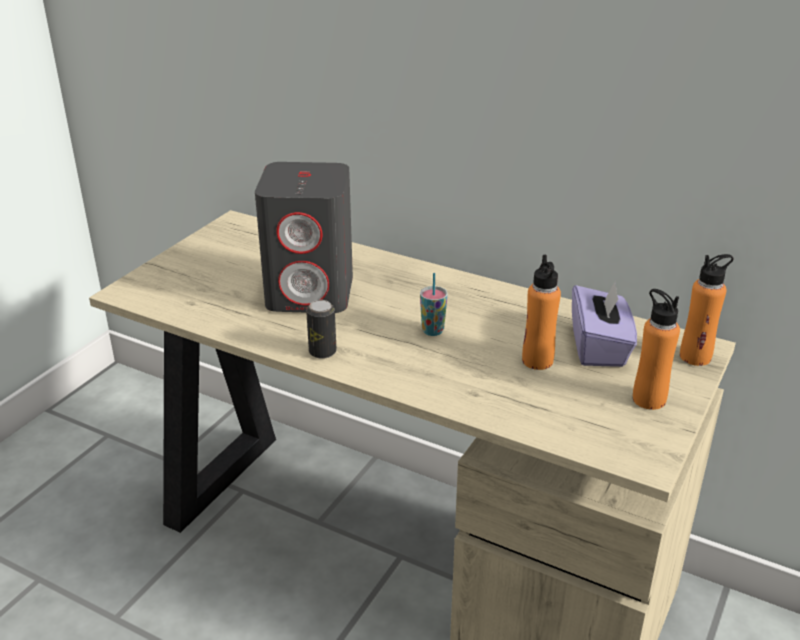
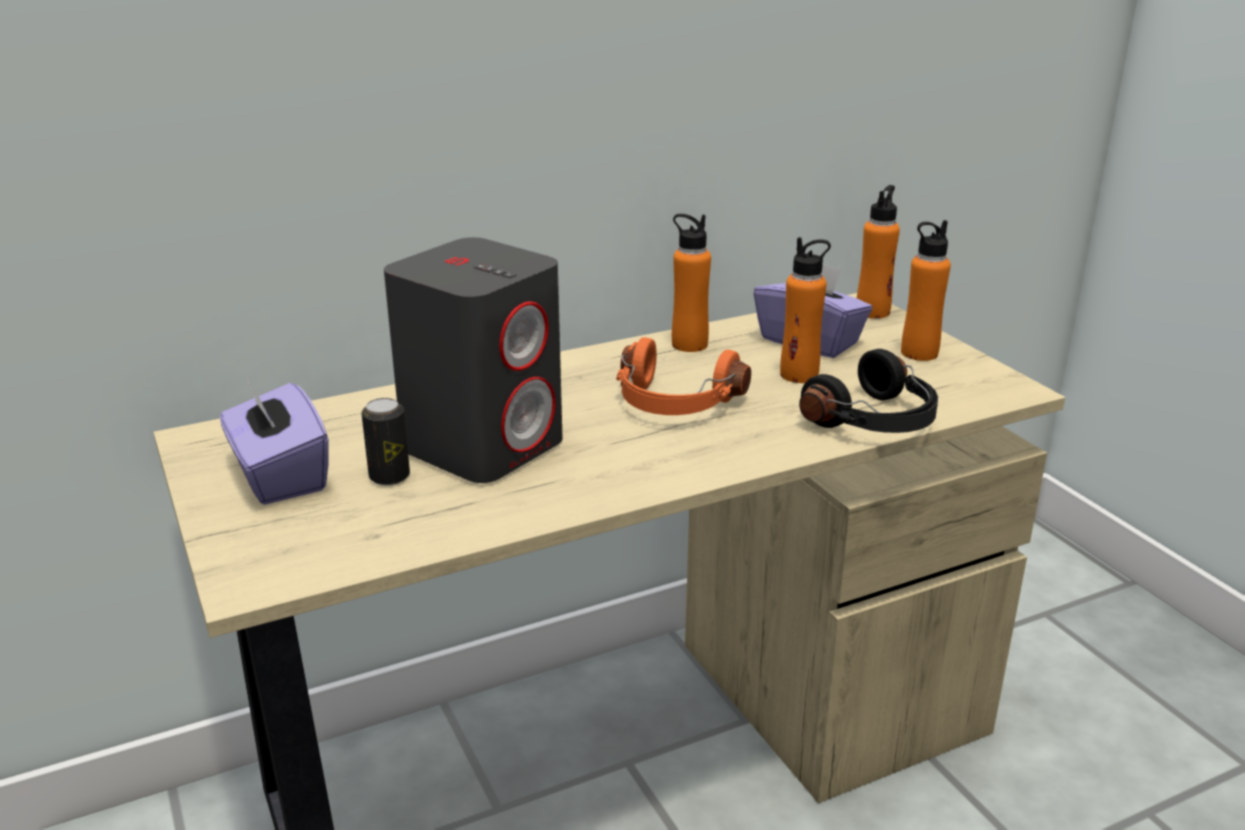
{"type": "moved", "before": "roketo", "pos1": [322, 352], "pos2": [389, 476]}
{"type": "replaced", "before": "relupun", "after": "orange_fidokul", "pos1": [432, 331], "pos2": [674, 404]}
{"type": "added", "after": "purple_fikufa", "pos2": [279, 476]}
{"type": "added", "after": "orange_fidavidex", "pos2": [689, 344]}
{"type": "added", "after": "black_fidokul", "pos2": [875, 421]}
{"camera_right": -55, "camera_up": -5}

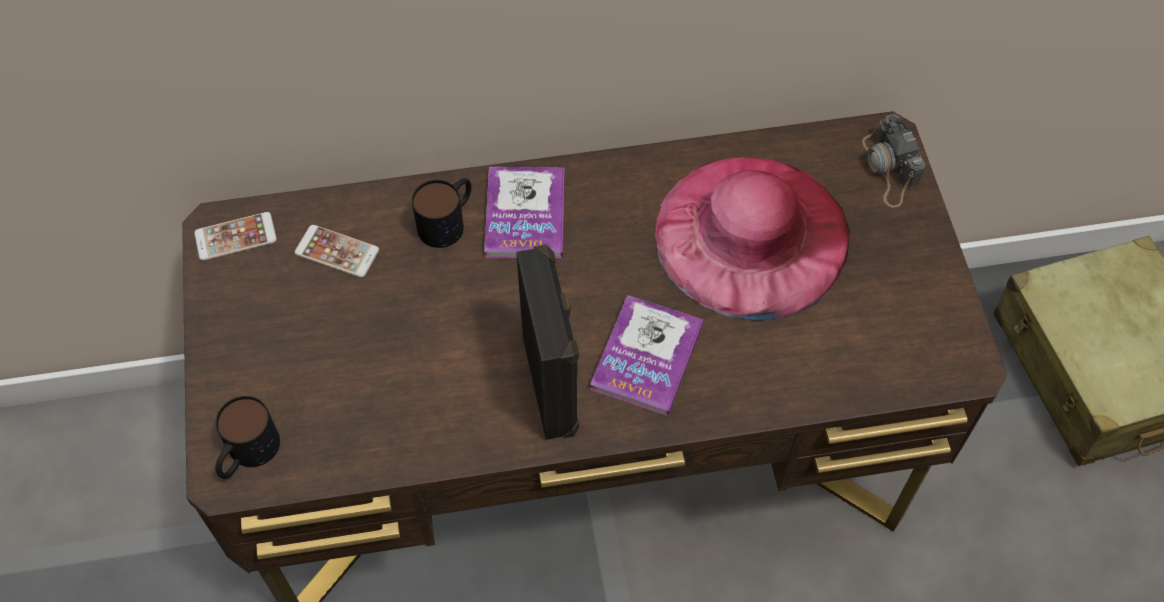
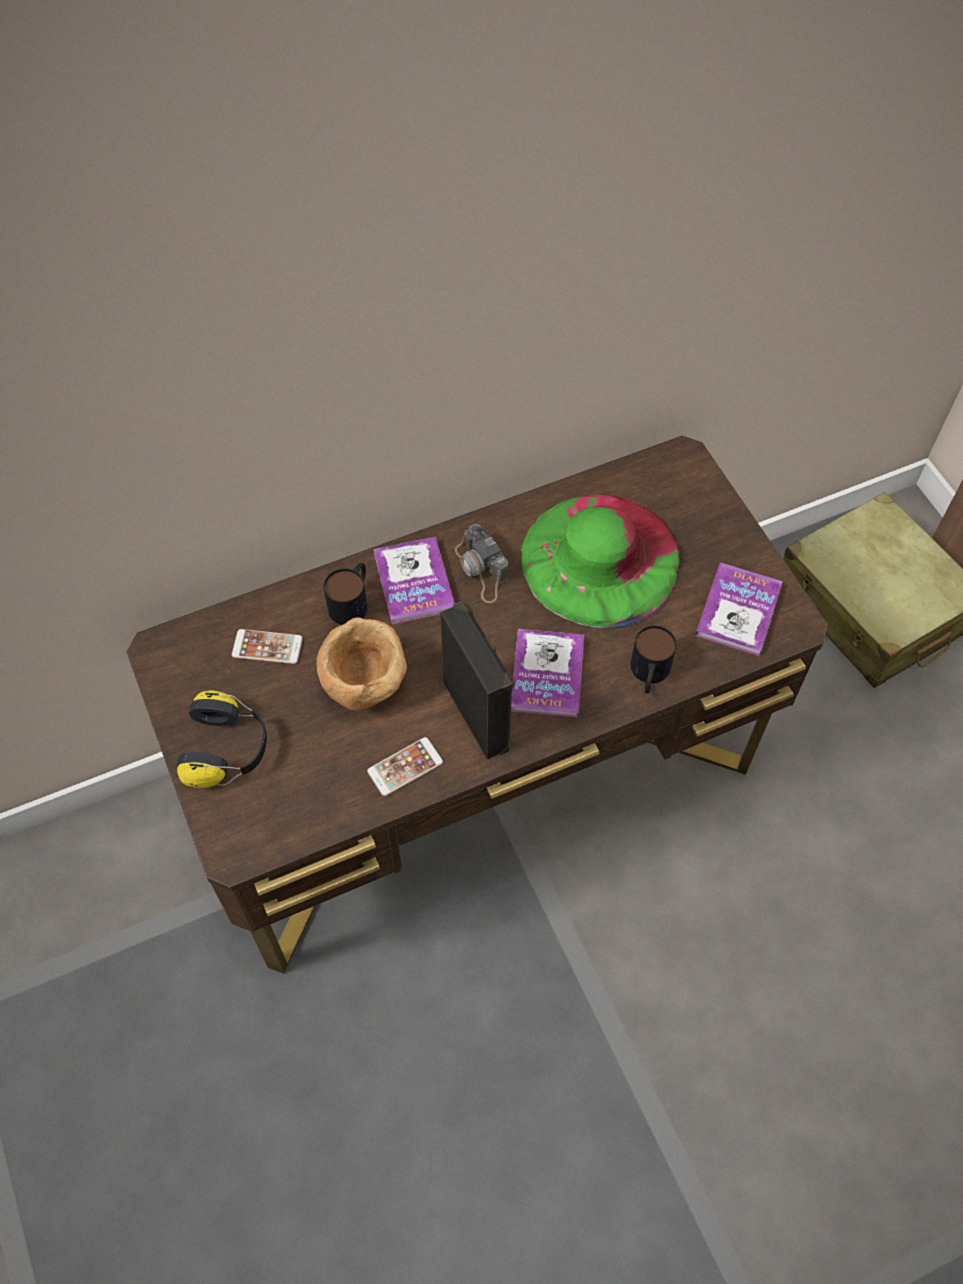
{"type": "moved", "before": "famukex", "pos1": [235, 237], "pos2": [405, 767]}
{"type": "moved", "before": "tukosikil", "pos1": [247, 454], "pos2": [649, 674]}
{"type": "recoloured", "before": "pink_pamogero", "after": "green_pamogero", "pos1": [751, 235], "pos2": [601, 559]}
{"type": "moved", "before": "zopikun", "pos1": [889, 169], "pos2": [481, 570]}
{"type": "added", "after": "fidokul", "pos2": [228, 749]}
{"type": "added", "after": "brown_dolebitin", "pos2": [366, 686]}
{"type": "added", "after": "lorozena", "pos2": [738, 610]}
{"camera_right": -15, "camera_up": 0}

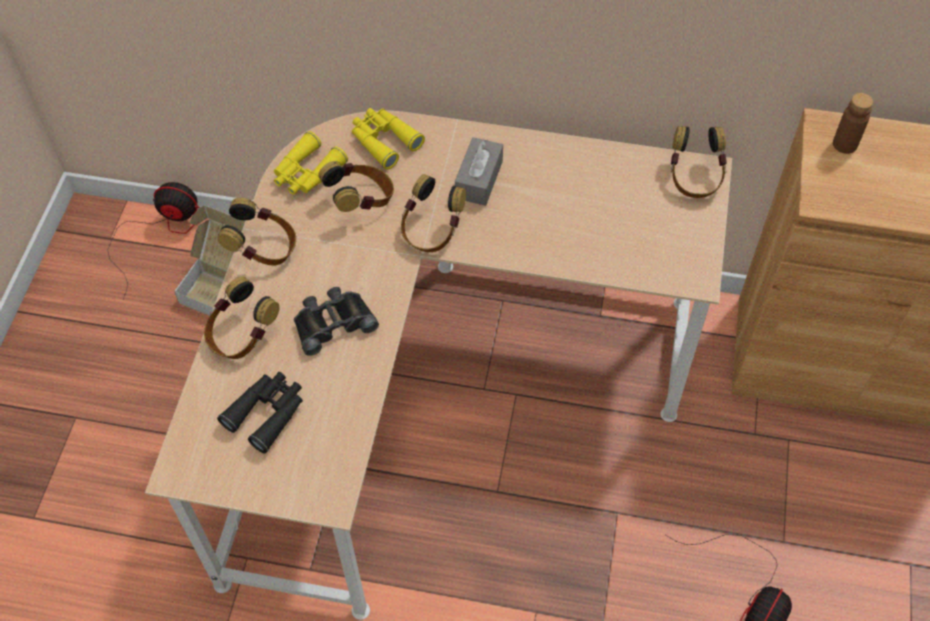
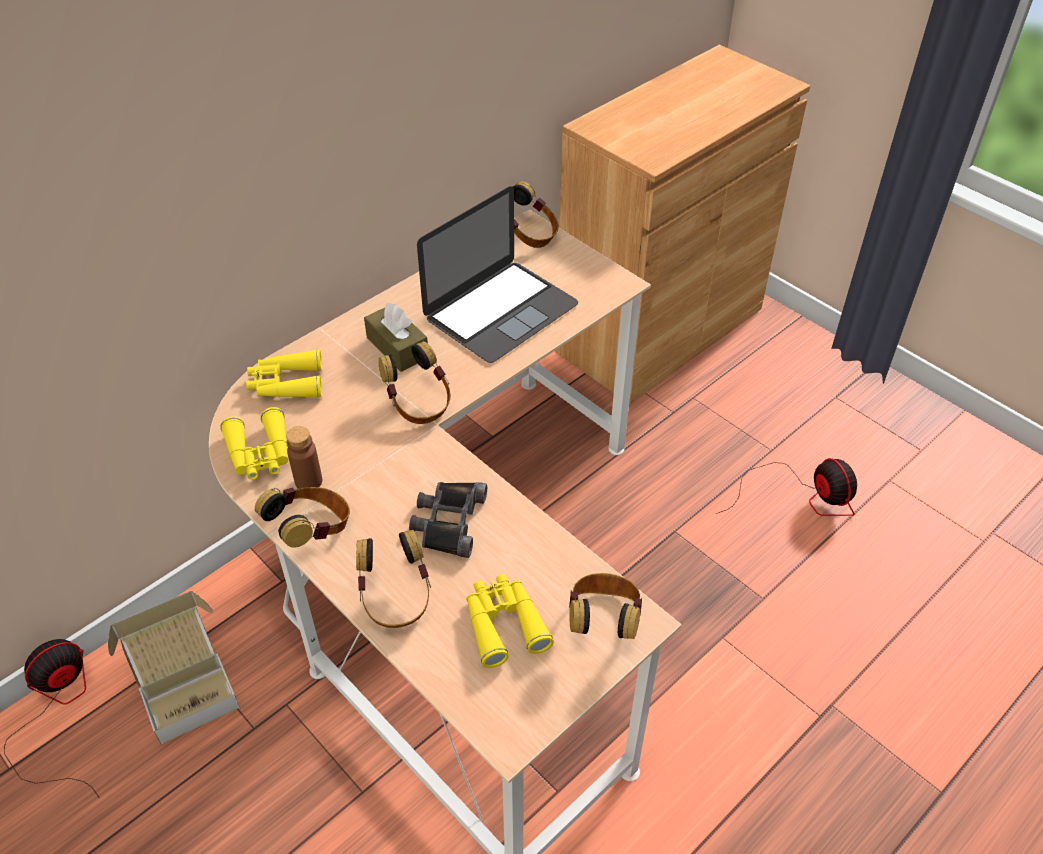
{"type": "recoloured", "before": "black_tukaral", "after": "yellow_tukaral", "pos1": [267, 413], "pos2": [504, 623]}
{"type": "moved", "before": "fidokul", "pos1": [361, 201], "pos2": [603, 621]}
{"type": "recoloured", "before": "grey_fikufa", "after": "brown_fikufa", "pos1": [479, 179], "pos2": [397, 347]}
{"type": "moved", "before": "brown_fidavidex", "pos1": [845, 144], "pos2": [308, 481]}
{"type": "added", "after": "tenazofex", "pos2": [501, 311]}
{"camera_right": -55, "camera_up": -10}

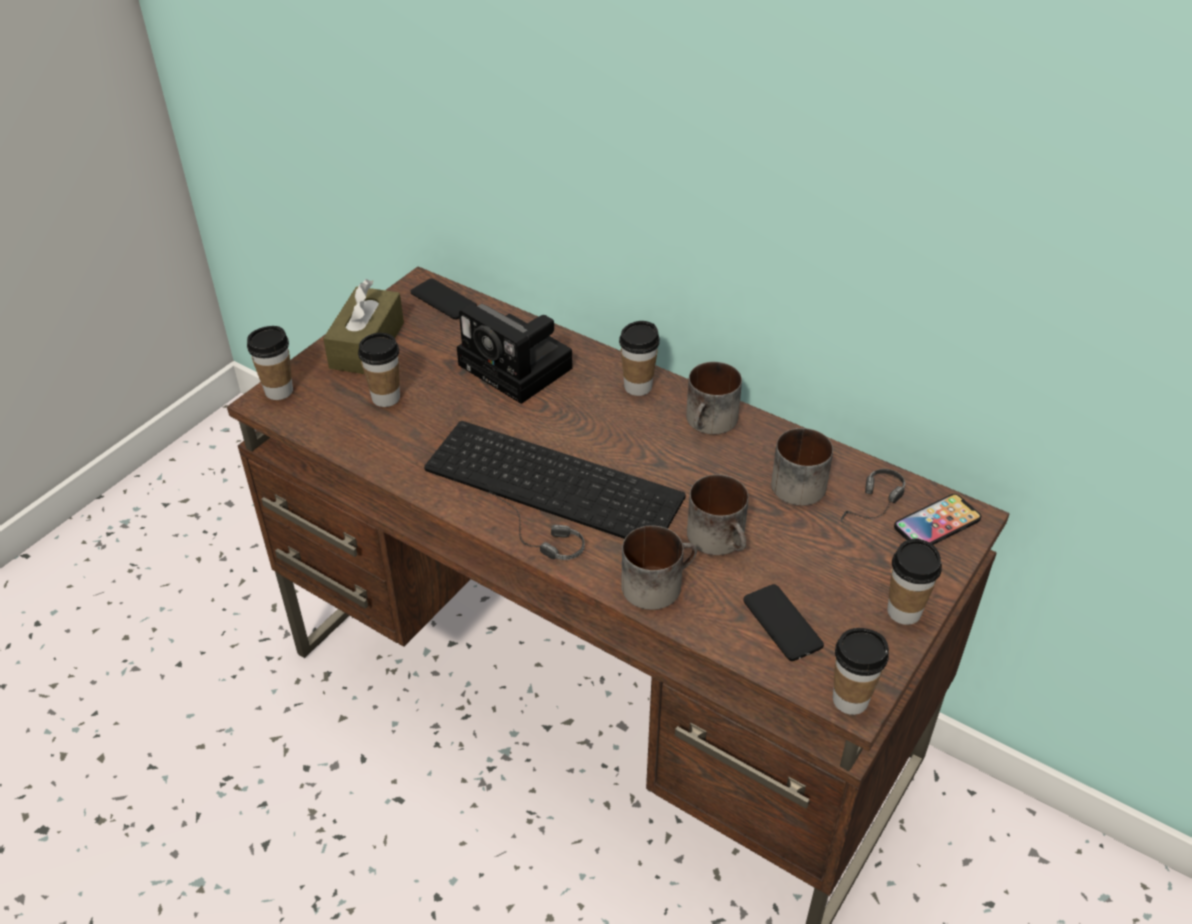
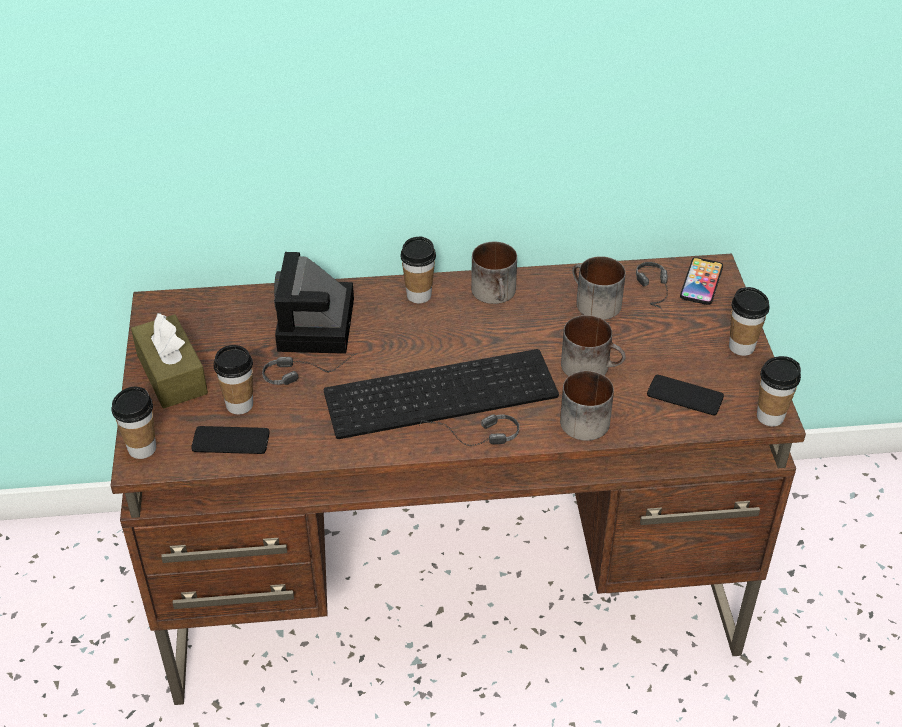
{"type": "moved", "before": "famukex", "pos1": [443, 300], "pos2": [230, 441]}
{"type": "turned", "before": "zopikun", "pos1": [519, 368], "pos2": [317, 327], "turn": 90}
{"type": "added", "after": "fidokul", "pos2": [310, 370]}
{"camera_right": -40, "camera_up": 0}

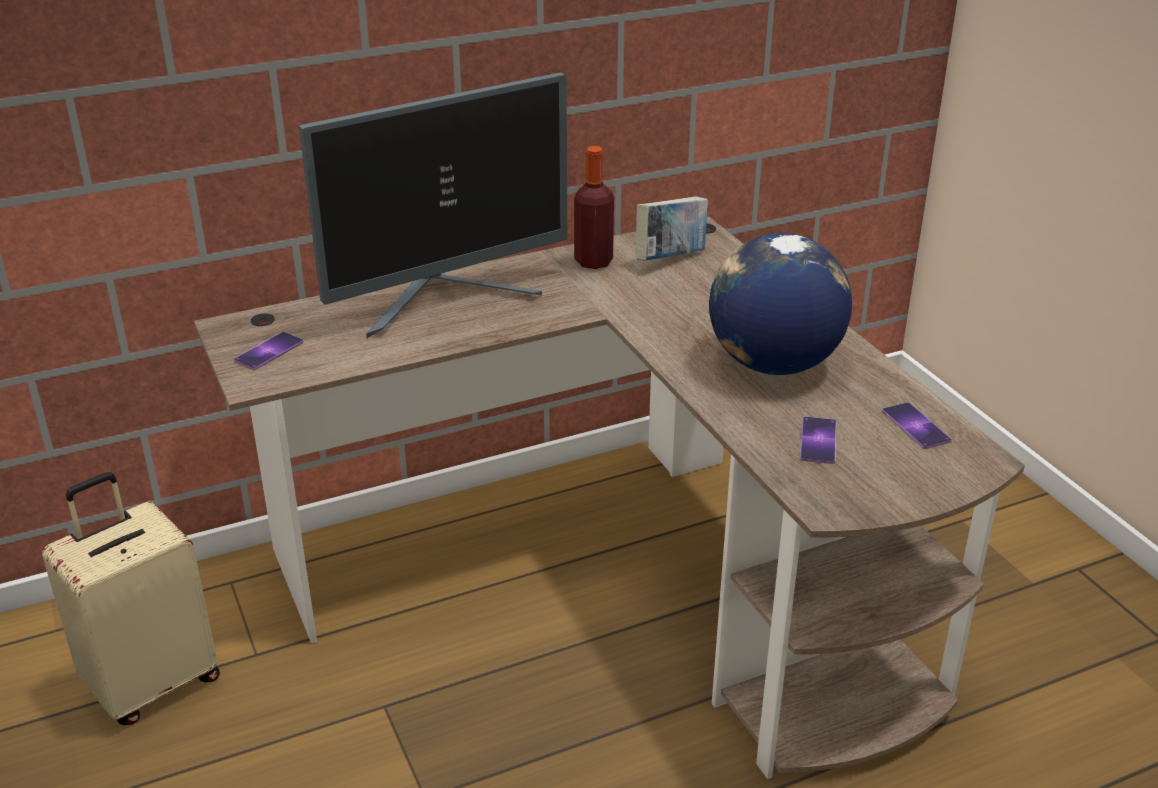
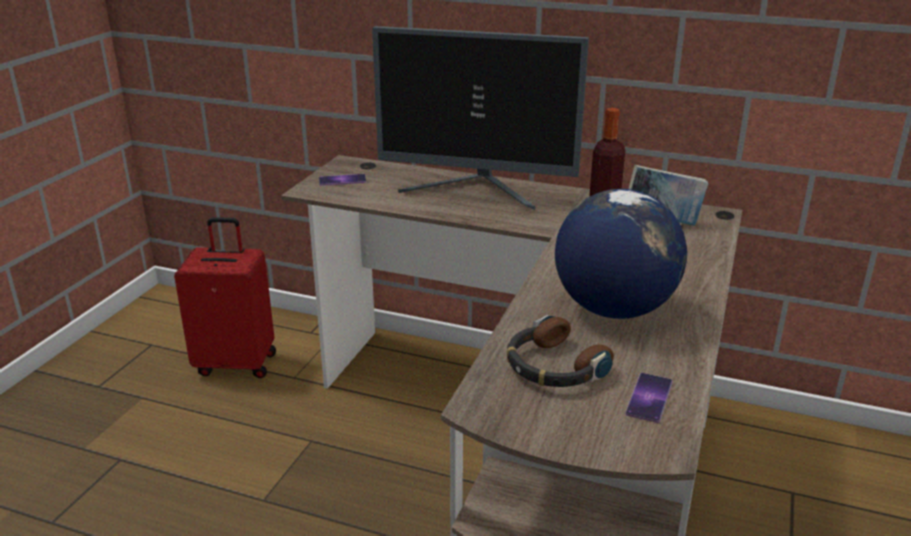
{"type": "recoloured", "before": "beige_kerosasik", "after": "red_kerosasik", "pos1": [152, 683], "pos2": [237, 363]}
{"type": "replaced", "before": "famukex", "after": "fidokul", "pos1": [818, 440], "pos2": [553, 367]}
{"camera_right": 45, "camera_up": -5}

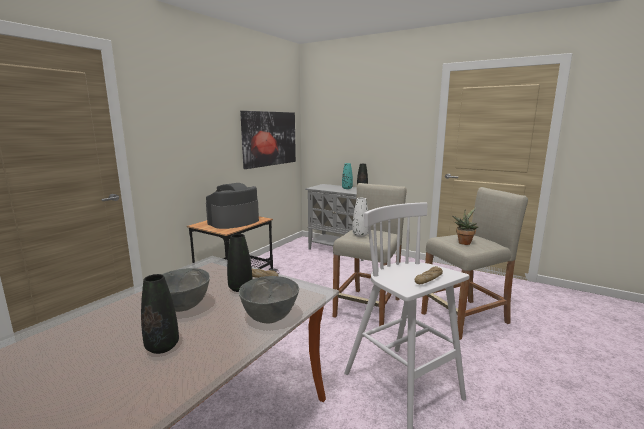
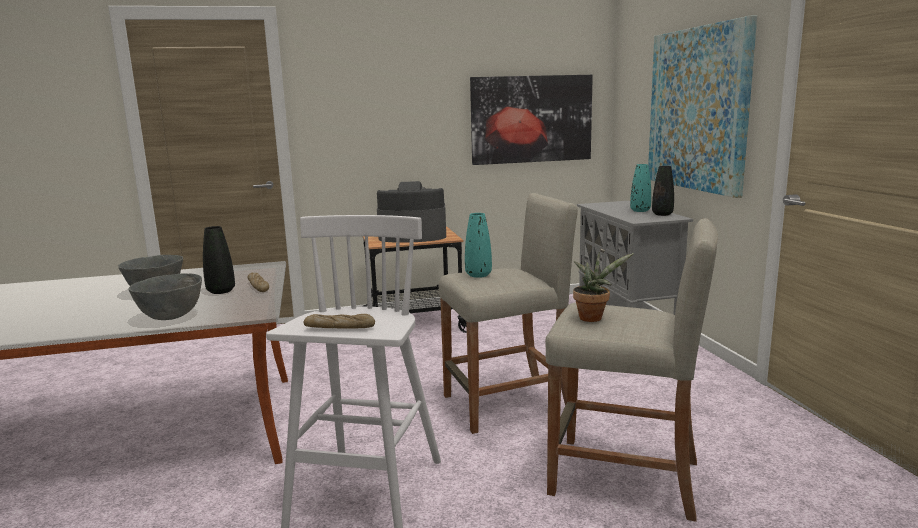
{"type": "removed", "before": "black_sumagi", "pos1": [162, 347]}
{"type": "recoloured", "before": "white_sumagi", "after": "turquoise_sumagi", "pos1": [360, 235], "pos2": [478, 275]}
{"type": "added", "after": "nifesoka", "pos2": [697, 109]}
{"camera_right": 45, "camera_up": 0}

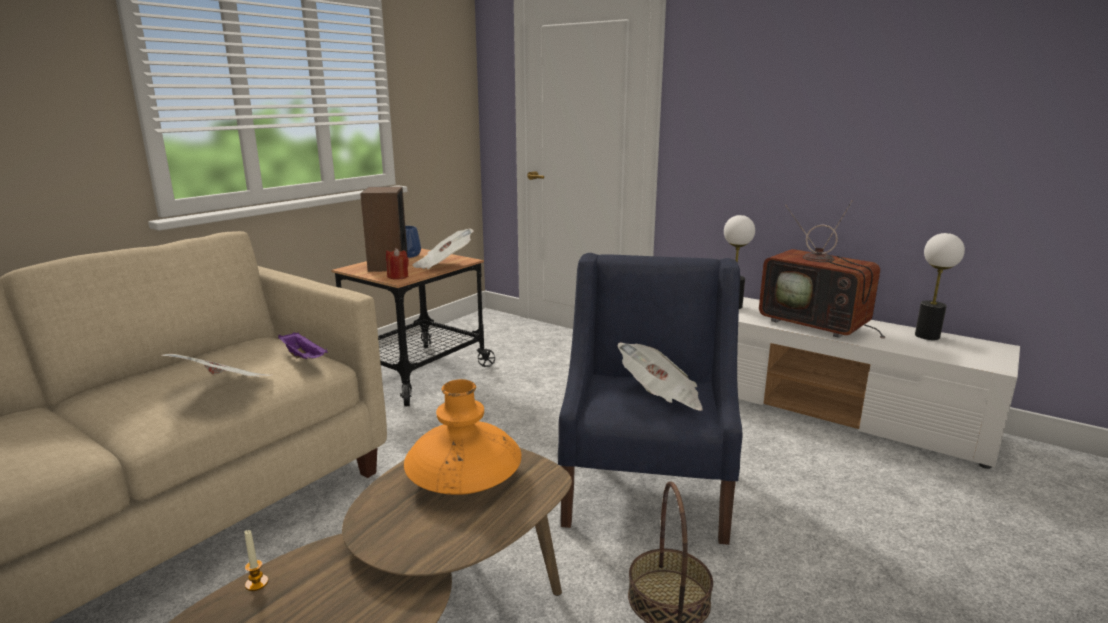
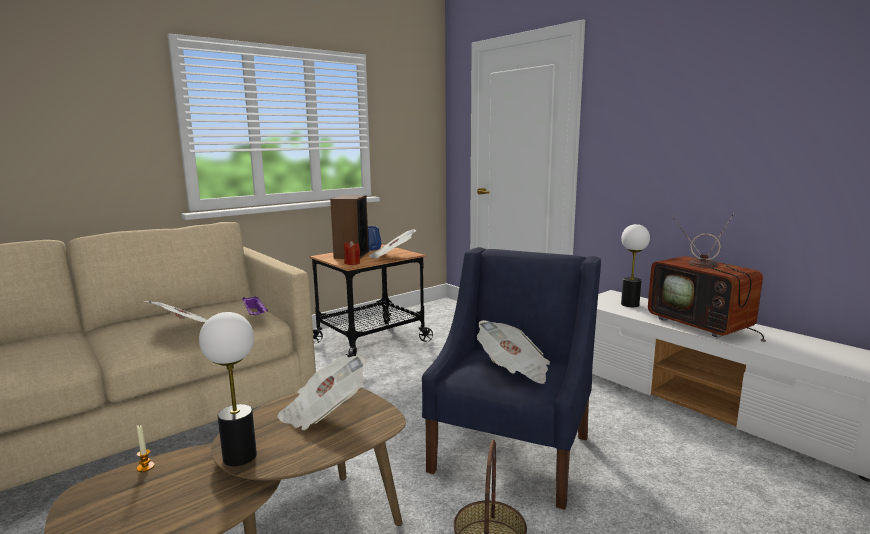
{"type": "replaced", "before": "orange_sumagi", "after": "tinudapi", "pos1": [464, 477], "pos2": [323, 412]}
{"type": "moved", "before": "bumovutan", "pos1": [927, 336], "pos2": [239, 457]}
{"camera_right": 15, "camera_up": -5}

